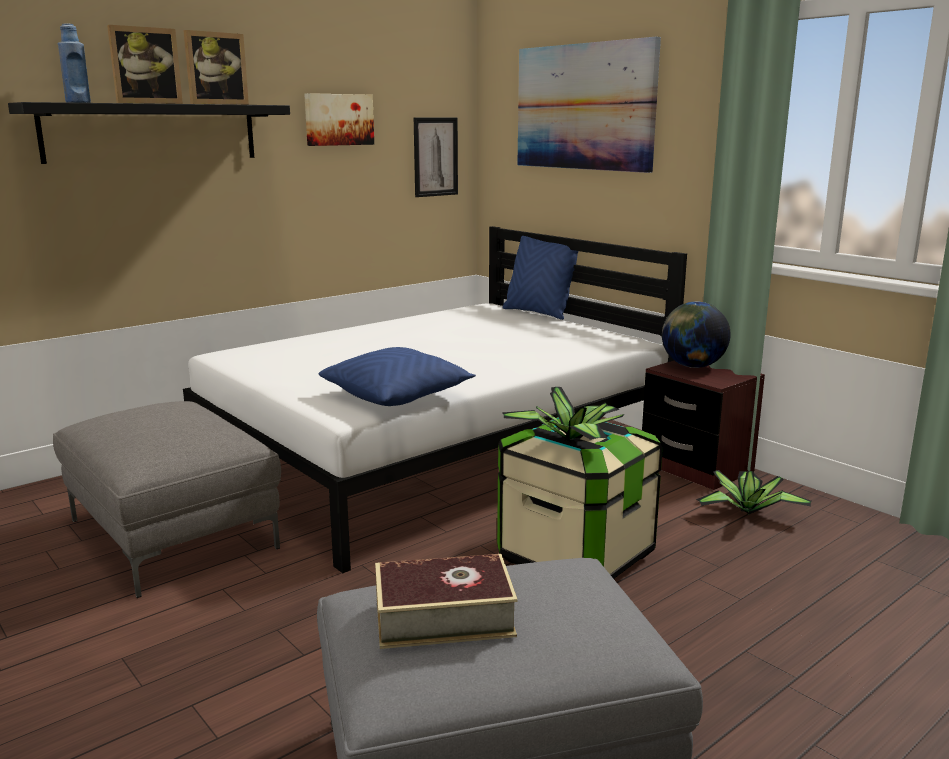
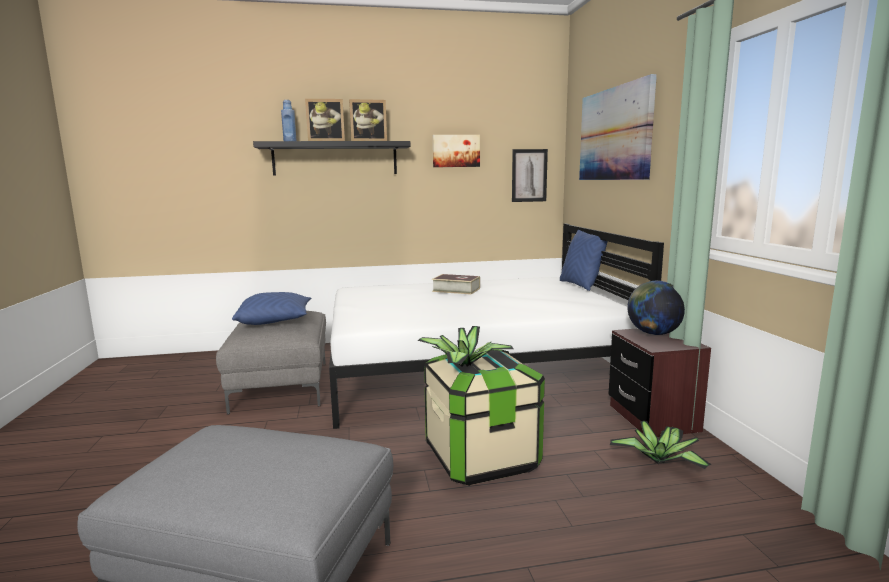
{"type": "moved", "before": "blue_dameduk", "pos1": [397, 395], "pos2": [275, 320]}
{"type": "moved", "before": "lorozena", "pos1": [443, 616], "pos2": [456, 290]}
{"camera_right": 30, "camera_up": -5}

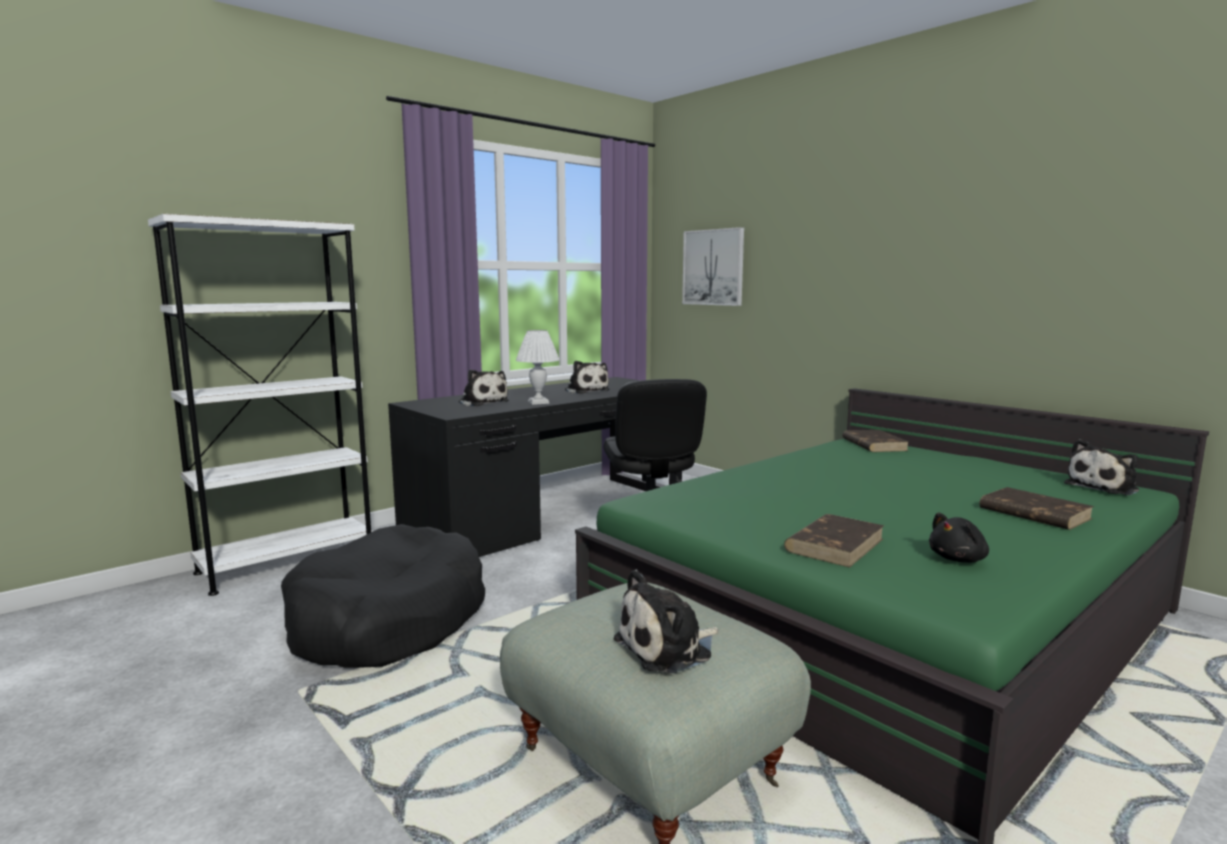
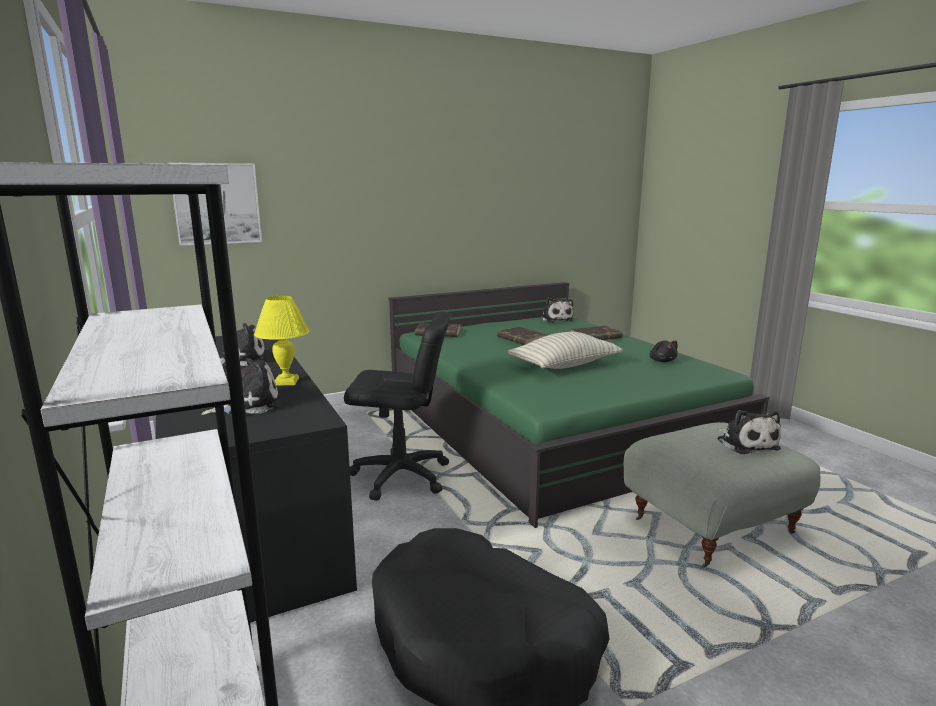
{"type": "recoloured", "before": "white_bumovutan", "after": "yellow_bumovutan", "pos1": [539, 402], "pos2": [287, 381]}
{"type": "moved", "before": "brown_lorozena", "pos1": [835, 544], "pos2": [521, 339]}
{"type": "added", "after": "dameduk", "pos2": [564, 365]}
{"camera_right": -75, "camera_up": 5}

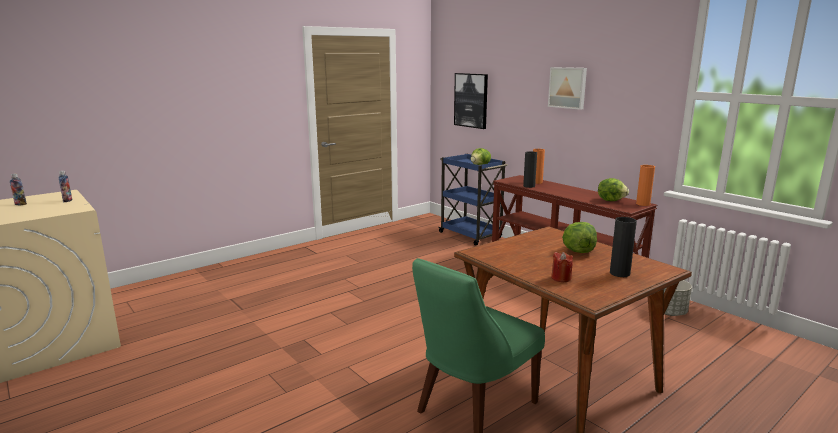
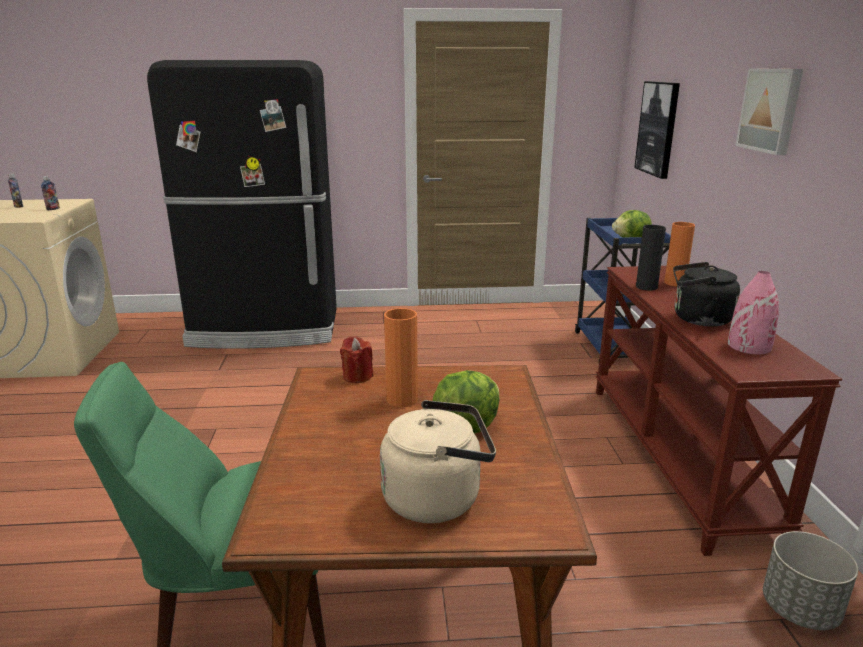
{"type": "moved", "before": "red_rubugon", "pos1": [561, 278], "pos2": [357, 376]}
{"type": "replaced", "before": "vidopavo", "after": "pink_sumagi", "pos1": [611, 200], "pos2": [749, 346]}
{"type": "replaced", "before": "black_sumagi", "after": "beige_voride", "pos1": [619, 273], "pos2": [437, 498]}
{"type": "moved", "before": "orange_sumagi", "pos1": [643, 204], "pos2": [402, 399]}
{"type": "added", "after": "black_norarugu", "pos2": [266, 328]}
{"type": "added", "after": "black_voride", "pos2": [698, 319]}
{"camera_right": 35, "camera_up": 5}

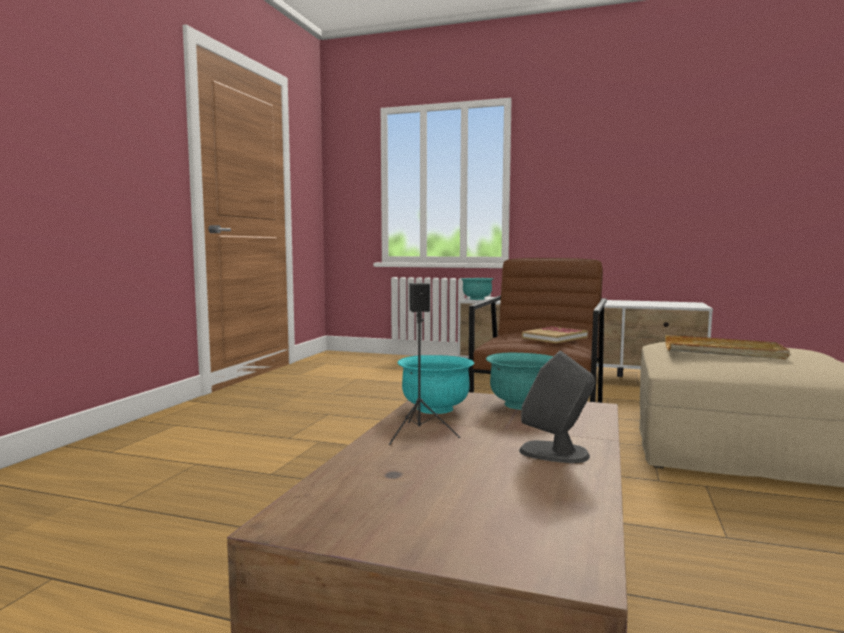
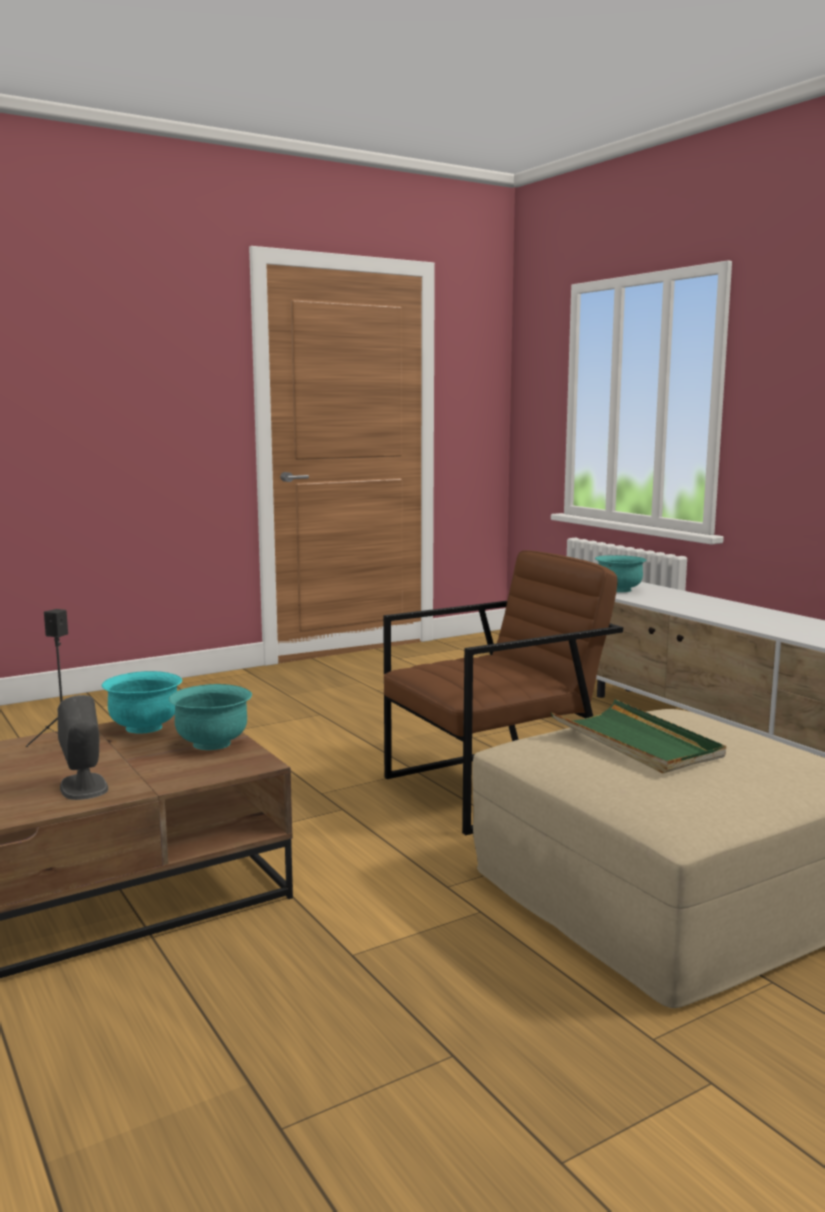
{"type": "removed", "before": "lorozena", "pos1": [554, 337]}
{"type": "recoloured", "before": "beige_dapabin", "after": "green_dapabin", "pos1": [723, 351], "pos2": [636, 742]}
{"camera_right": 40, "camera_up": 5}

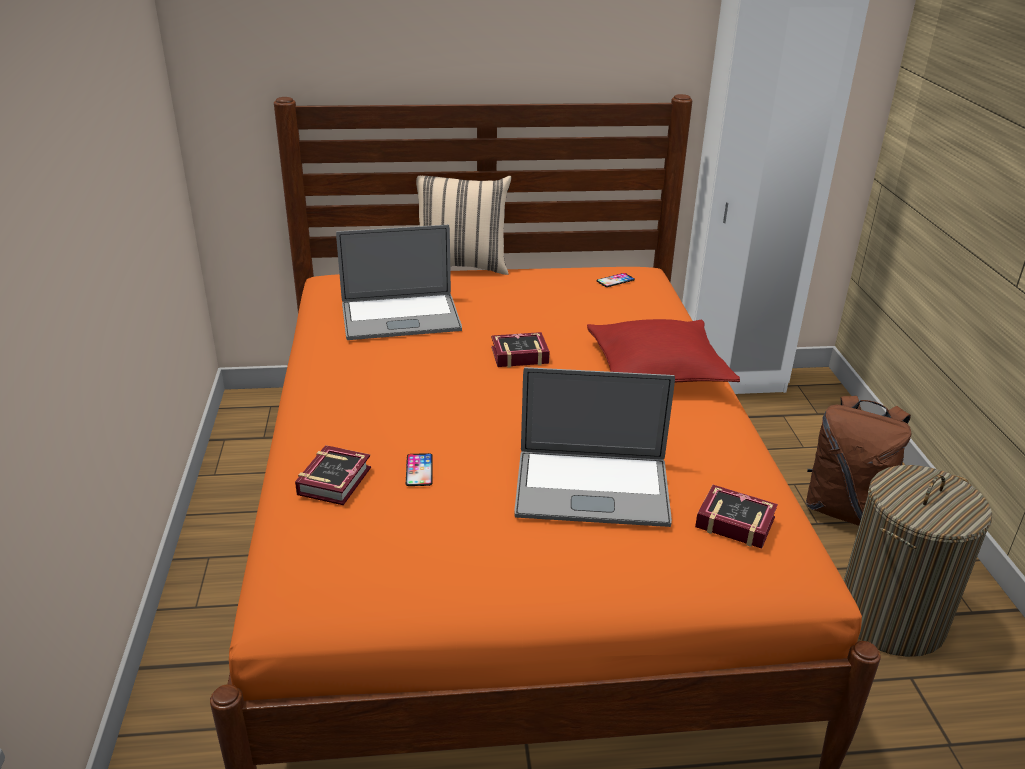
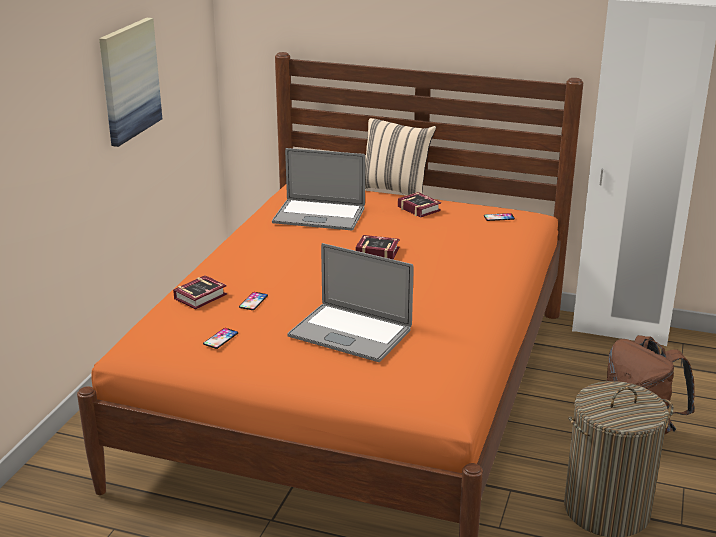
{"type": "removed", "before": "red_dameduk", "pos1": [657, 369]}
{"type": "moved", "before": "lorozena", "pos1": [732, 520], "pos2": [418, 208]}
{"type": "added", "after": "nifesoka", "pos2": [129, 80]}
{"type": "added", "after": "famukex", "pos2": [220, 338]}
{"camera_right": 25, "camera_up": -5}

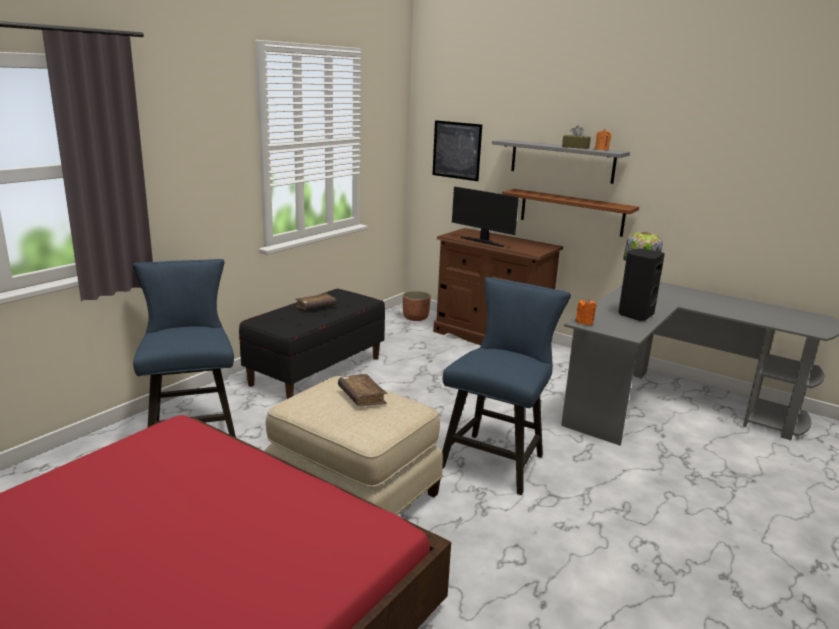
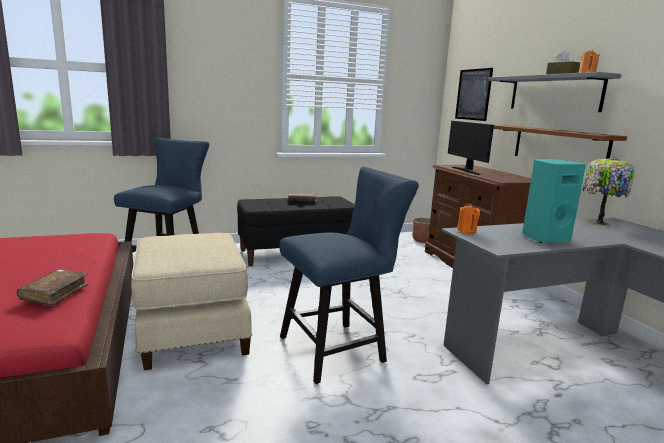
{"type": "moved", "before": "brown_lorozena", "pos1": [361, 397], "pos2": [55, 293]}
{"type": "recoloured", "before": "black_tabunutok", "after": "turquoise_tabunutok", "pos1": [635, 315], "pos2": [544, 238]}
{"camera_right": 35, "camera_up": -5}

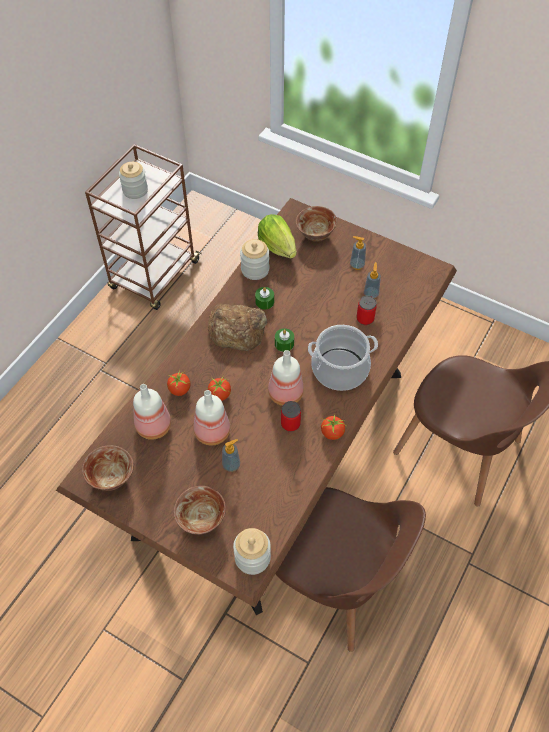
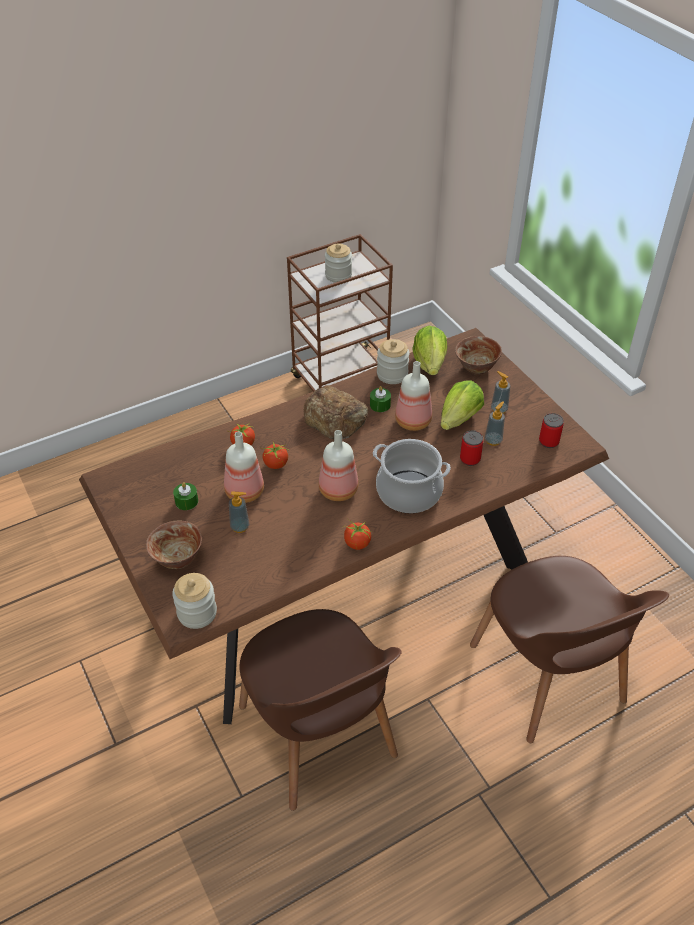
{"type": "removed", "before": "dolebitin", "pos1": [111, 478]}
{"type": "moved", "before": "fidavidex", "pos1": [154, 425], "pos2": [414, 421]}
{"type": "moved", "before": "green_rubugon", "pos1": [284, 343], "pos2": [186, 501]}
{"type": "moved", "before": "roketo", "pos1": [290, 424], "pos2": [548, 441]}
{"type": "added", "after": "vidopavo", "pos2": [459, 419]}
{"camera_right": 30, "camera_up": -10}

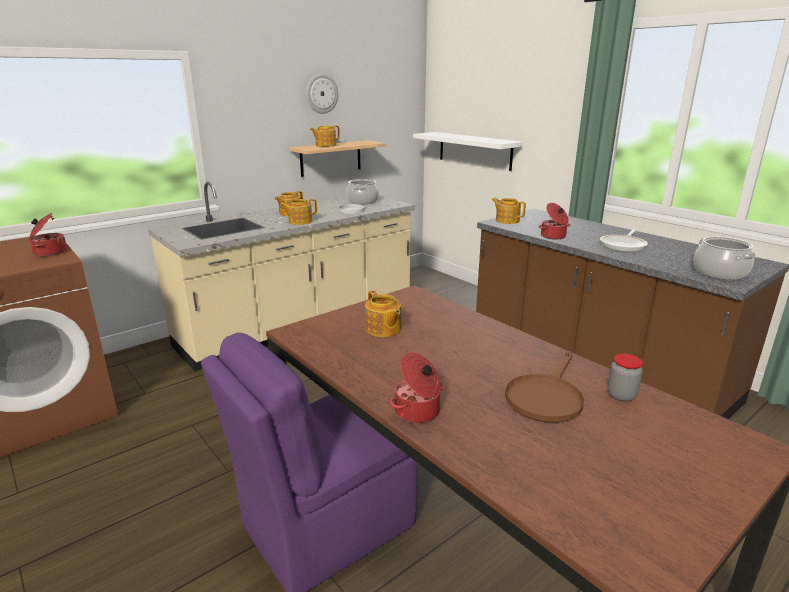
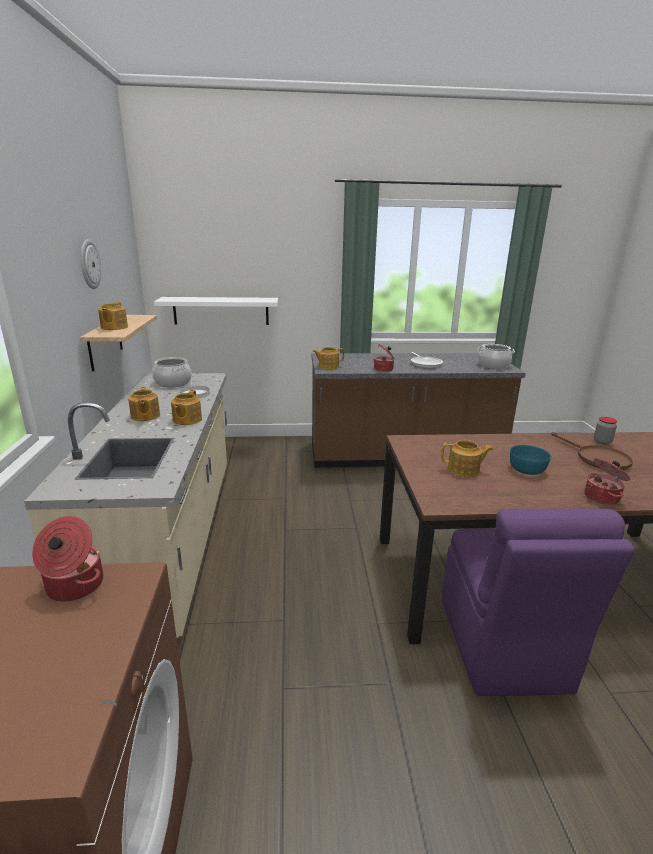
{"type": "added", "after": "turquoise_dolebitin", "pos2": [527, 469]}
{"camera_right": -55, "camera_up": 0}

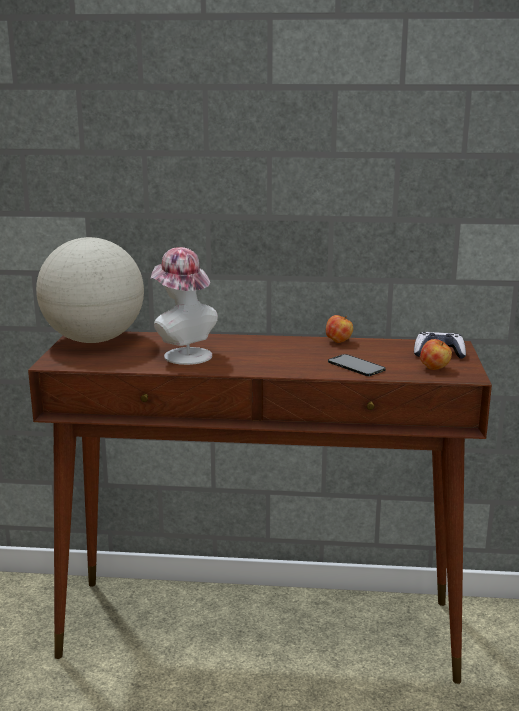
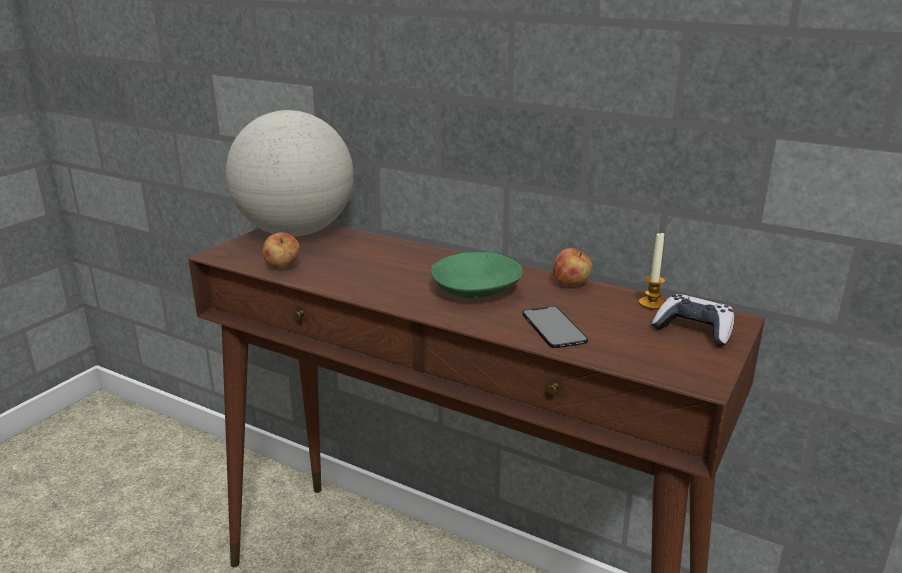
{"type": "removed", "before": "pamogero", "pos1": [183, 354]}
{"type": "moved", "before": "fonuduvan", "pos1": [434, 368], "pos2": [282, 267]}
{"type": "added", "after": "green_dolebitin", "pos2": [475, 290]}
{"type": "added", "after": "rubugon", "pos2": [652, 304]}
{"camera_right": 25, "camera_up": 5}

